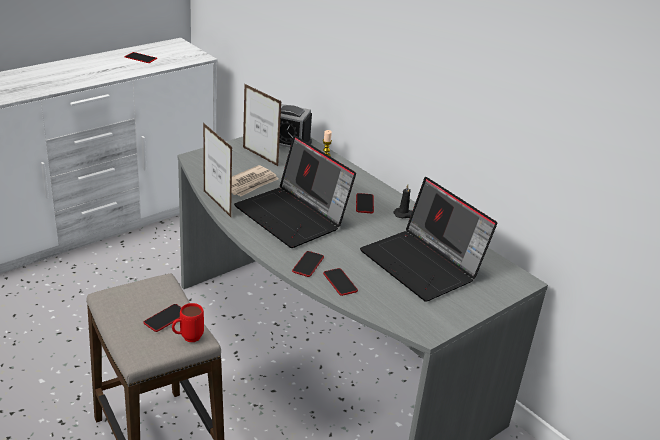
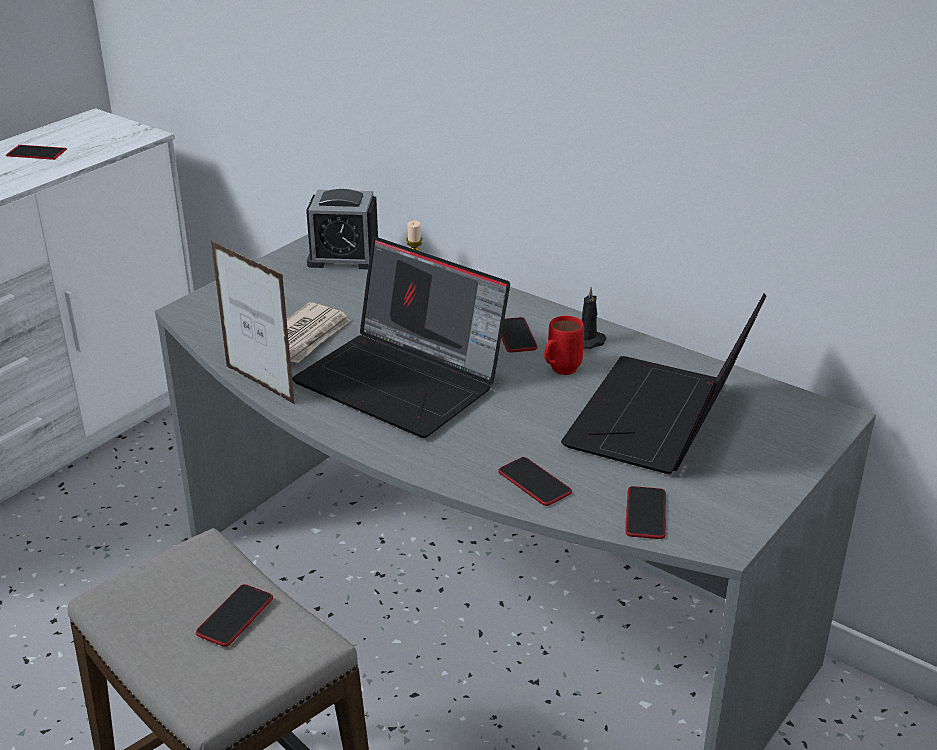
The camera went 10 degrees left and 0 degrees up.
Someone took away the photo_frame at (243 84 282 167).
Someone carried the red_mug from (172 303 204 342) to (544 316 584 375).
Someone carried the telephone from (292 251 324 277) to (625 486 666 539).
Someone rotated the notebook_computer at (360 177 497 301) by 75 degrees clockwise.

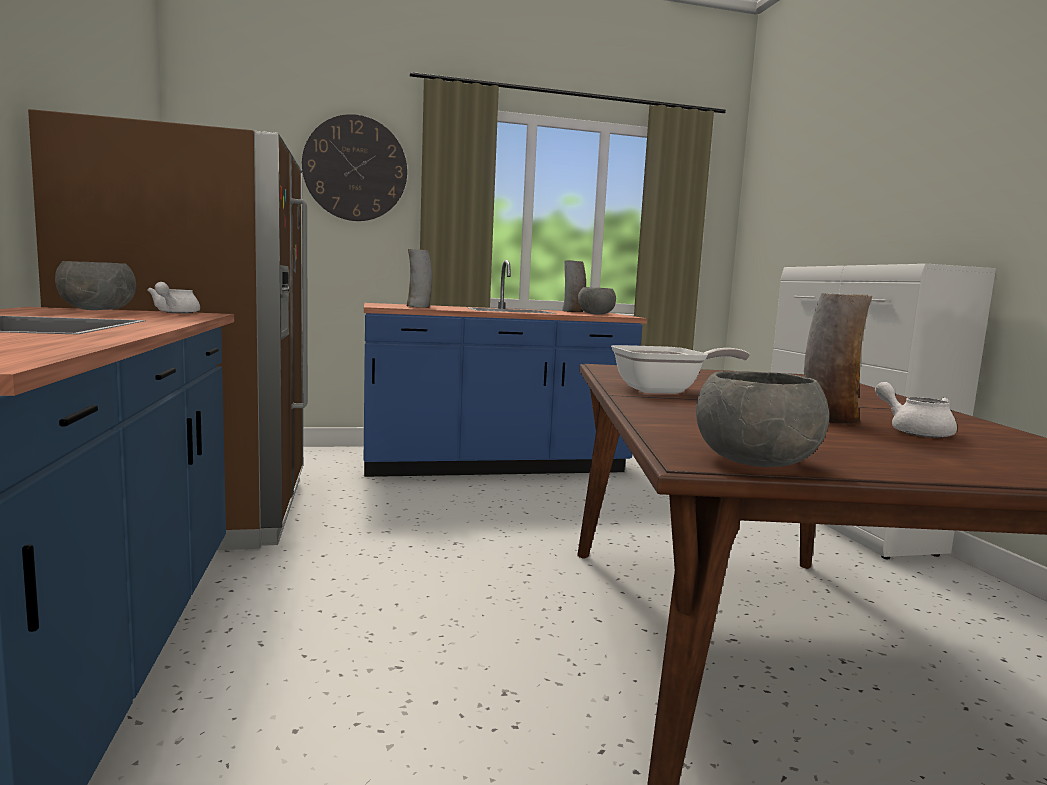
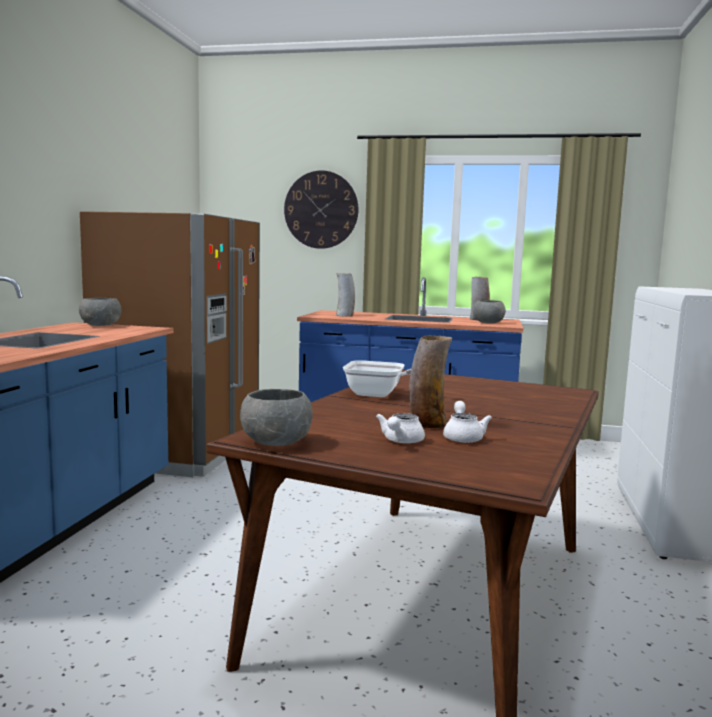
The camera went 25 degrees right and 0 degrees up.
Someone carried the white-coloured_pot_for_tea from (147 282 200 313) to (376 413 425 444).

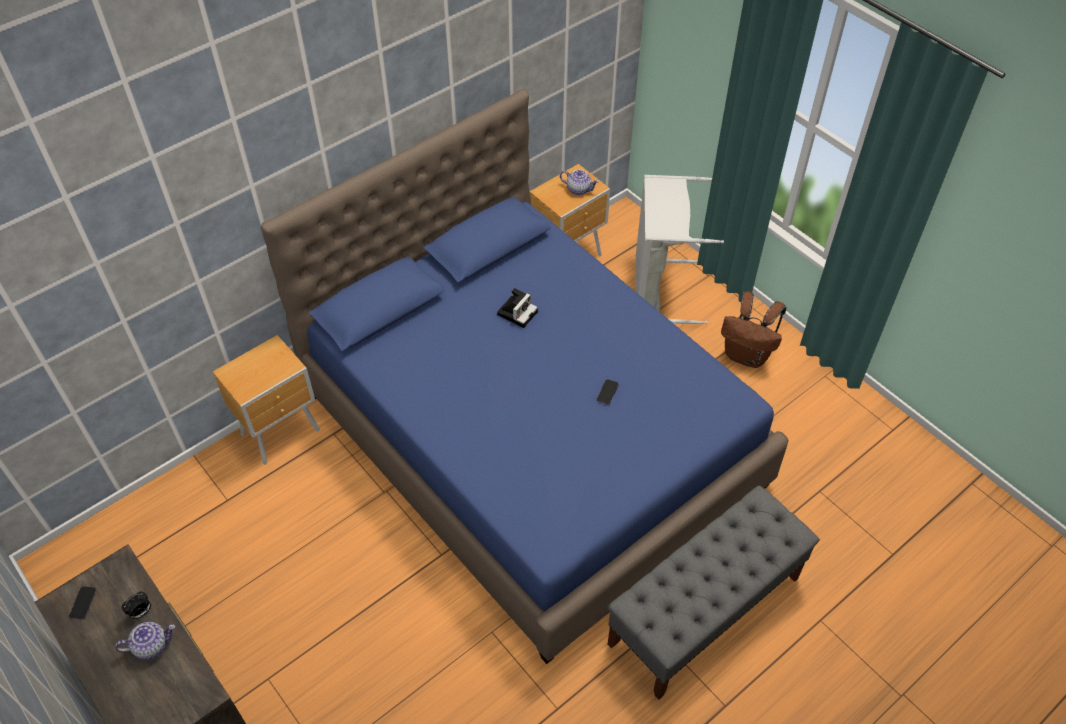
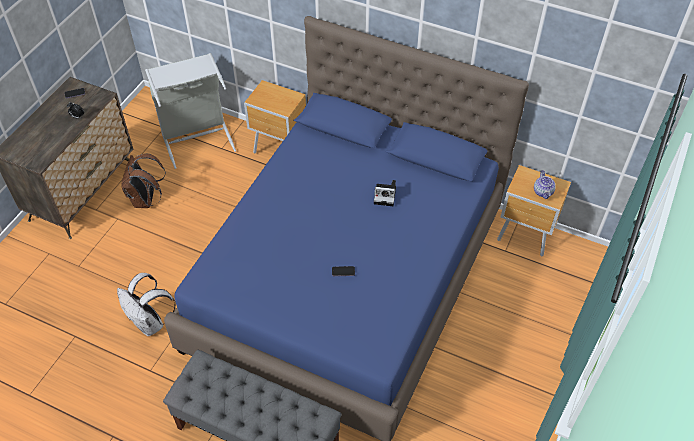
The camera went 65 degrees right and 0 degrees up.
Someone took away the pot_for_tea at (115 622 175 660).
Someone put down the white-coloured_rucksack at (117 273 175 336).
Someone carried the grey_hamper from (635 175 724 324) to (145 53 236 169).
Someone carried the brown-coloured_rucksack from (721 291 787 368) to (121 154 166 208).

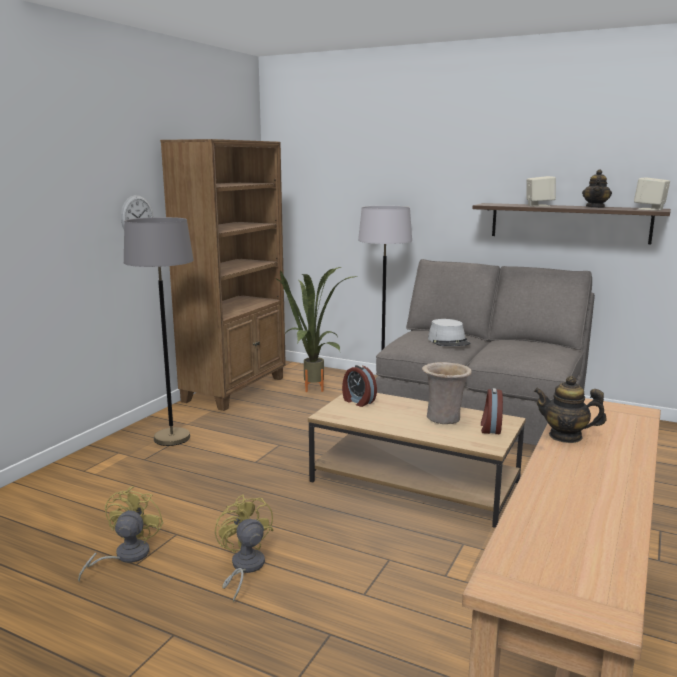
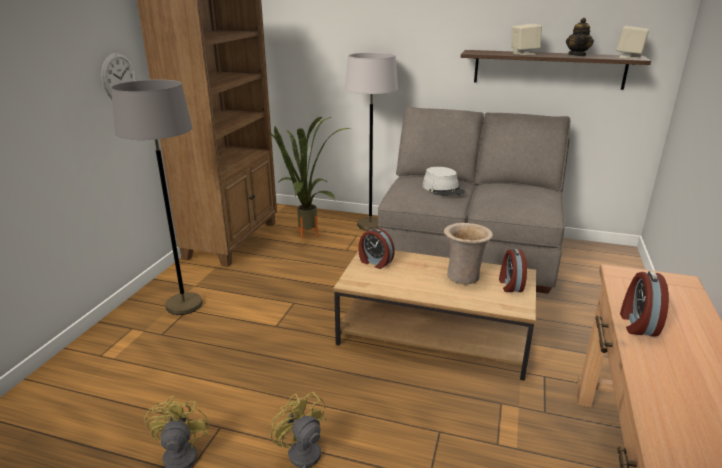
The camera went 10 degrees left and 10 degrees up.
Someone swapped the pot_for_tea at (534 376 606 443) for the alarm_clock at (620 271 669 337).

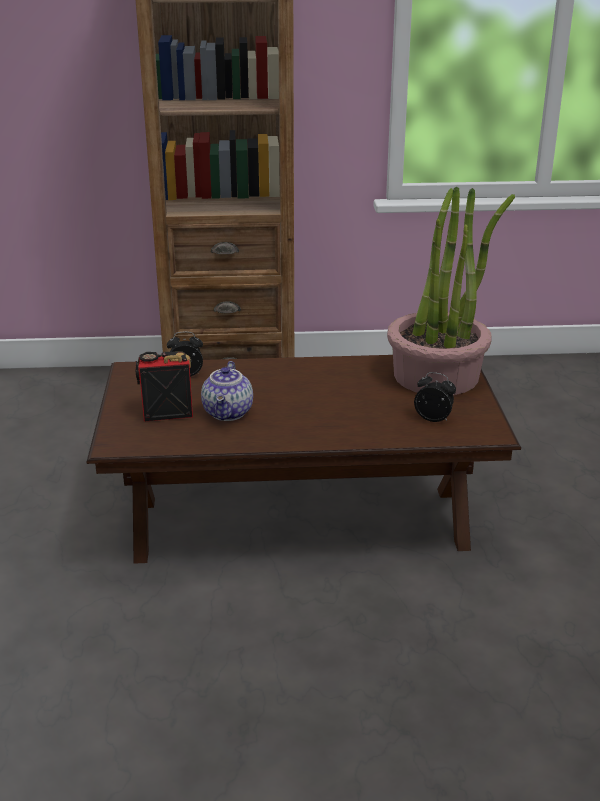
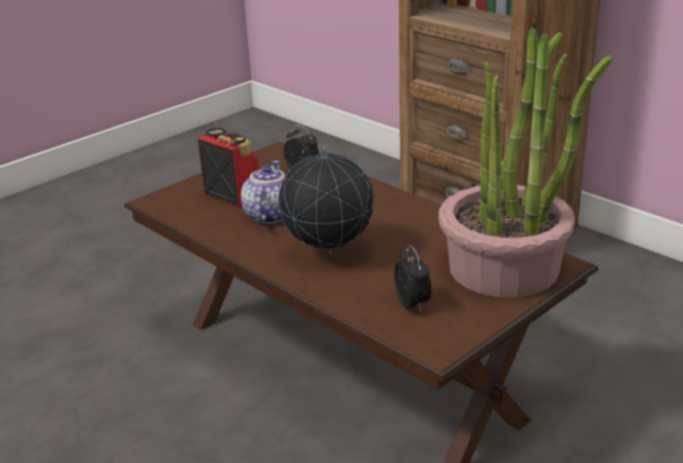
The camera went 50 degrees right and 0 degrees up.
Someone put down the desk_globe at (278 145 374 254).
Someone rotated the pot_for_tea at (201 361 253 421) by 135 degrees clockwise.

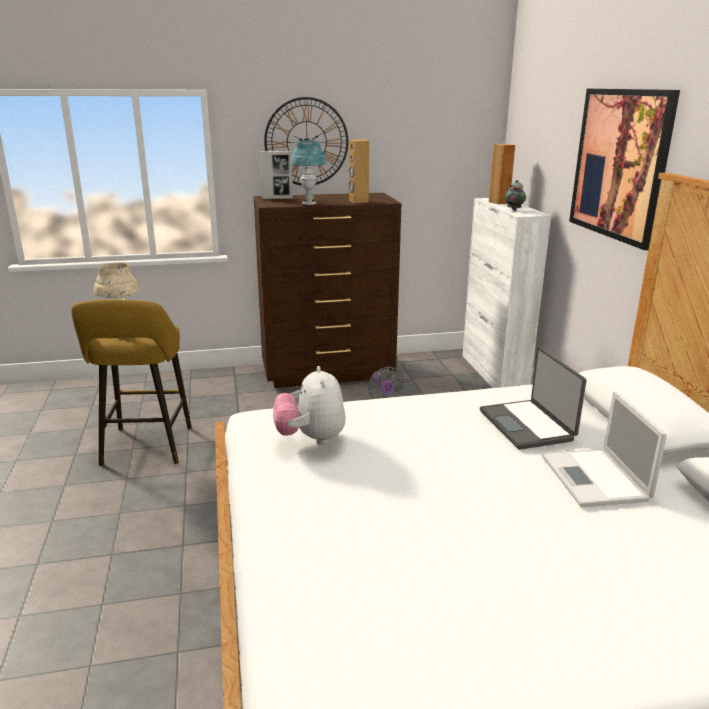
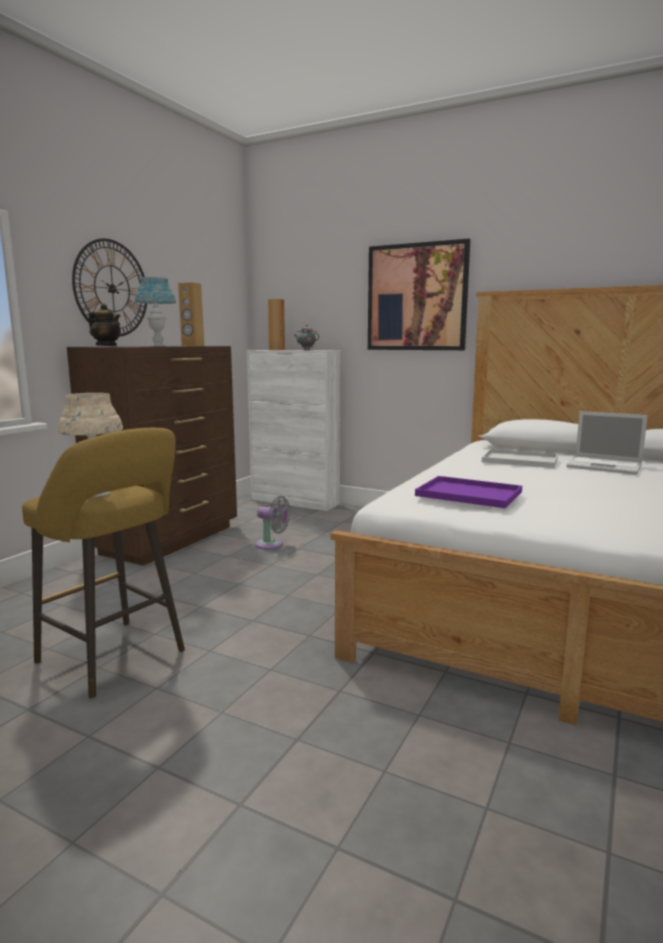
The camera went 50 degrees left and 10 degrees down.
Someone swapped the photo_frame at (260 151 293 199) for the pot_for_tea at (89 304 121 346).
Someone swapped the cuddly_toy at (273 366 346 445) for the purple_serving_tray at (415 476 522 508).
Someone swapped the notebook_computer at (480 347 586 450) for the white-coloured_serving_tray at (482 449 558 468).

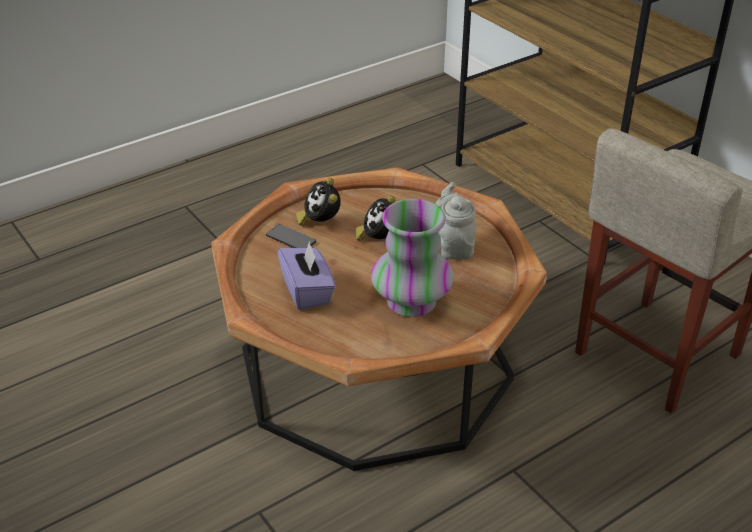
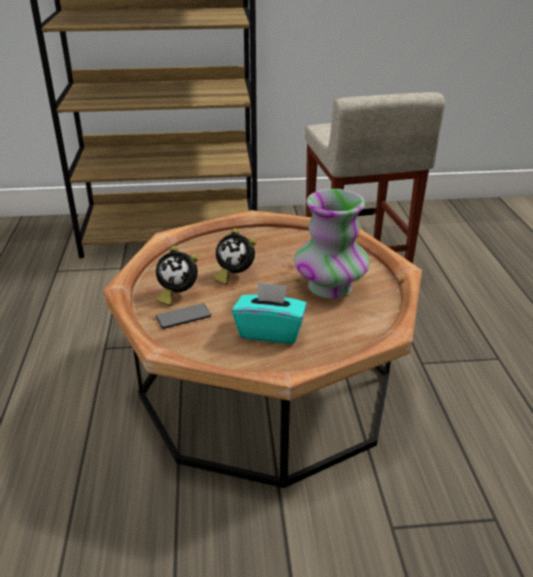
The camera went 60 degrees left and 5 degrees down.
Someone took away the grey_pot_for_tea at (436 182 477 259).
Someone repainted the purple_tissue_box at (278 241 336 310), which became the turquoise_tissue_box at (232 282 307 344).

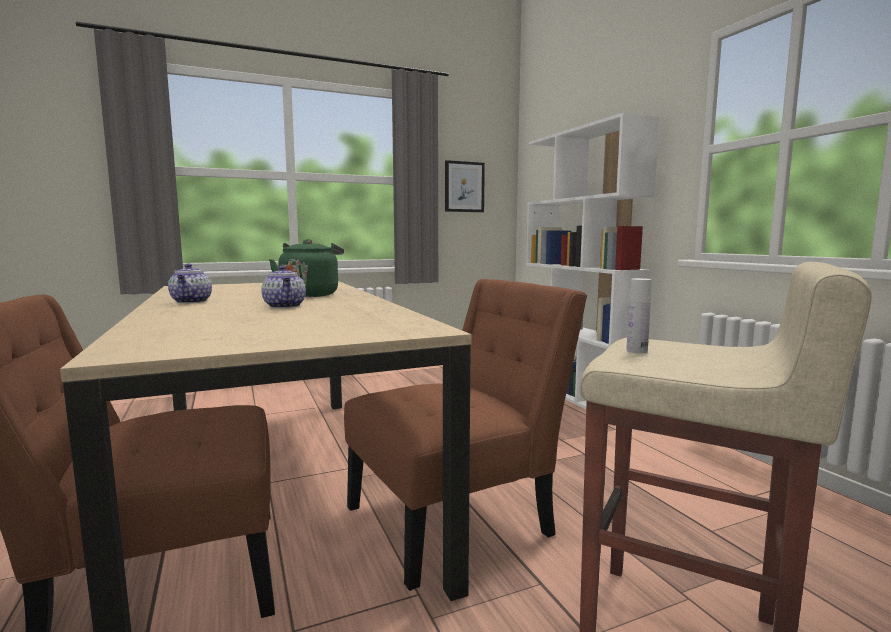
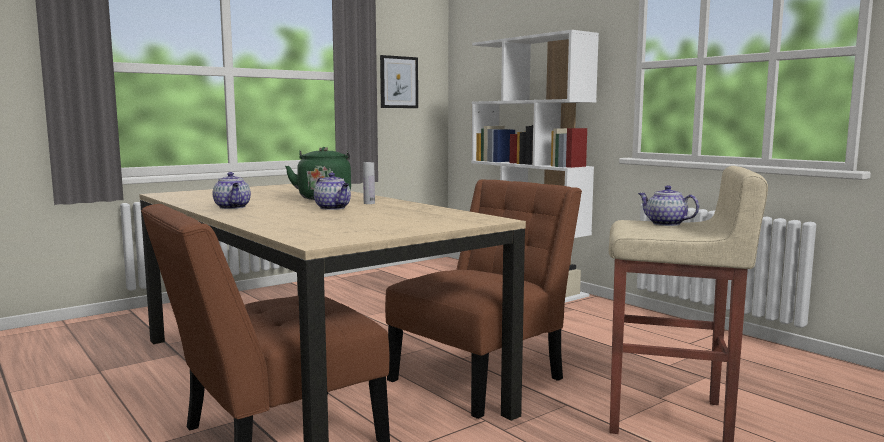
The camera went 15 degrees left and 0 degrees up.
Someone put down the pot_for_tea at (638 185 699 226).
Someone carried the white-coloured_beverage_bottle from (626 278 652 354) to (363 162 375 204).

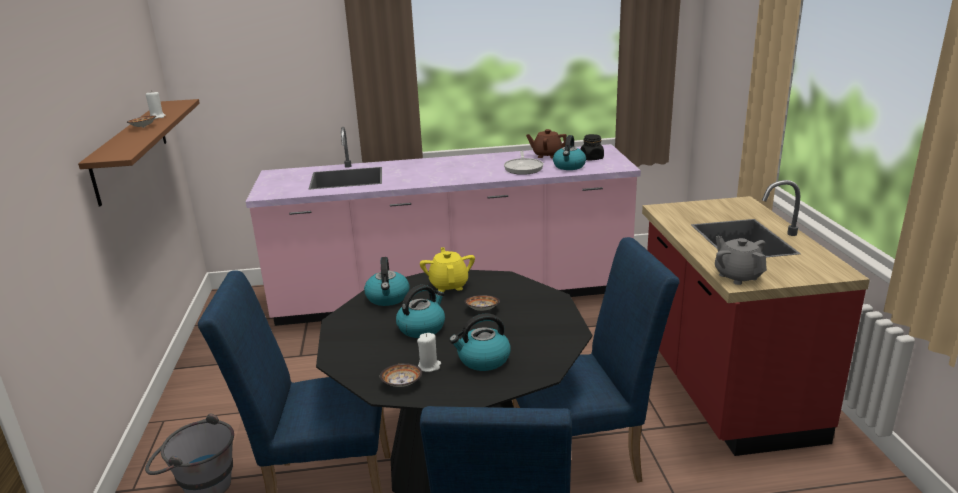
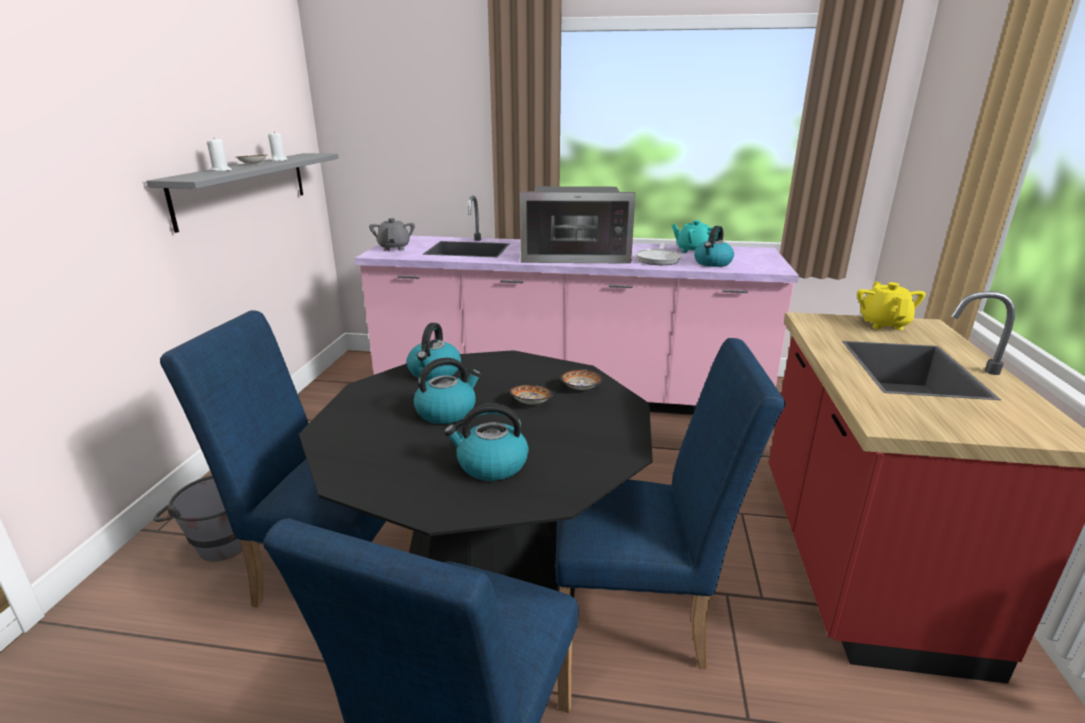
The camera went 15 degrees right and 0 degrees up.
Someone took away the black_preserve_jar at (580 134 604 160).
Someone put down the kitchen_microwave at (520 186 635 264).
Someone carried the deep_dish from (380 363 422 387) to (560 369 603 390).
Someone carried the white-coloured_wax_candle from (417 333 441 372) to (207 139 232 171).
Someone carried the yellowish_pot_for_tea from (420 247 475 292) to (857 282 926 330).
Someone carried the grey_pot_for_tea from (715 236 767 285) to (369 218 415 251).
Someone repainted the brown-coloured_shelf at (78 99 200 206), which became the grey_shelf at (146 153 338 233).
Someone repainted the brown-coloured_pot_for_tea at (526 129 567 158), which became the turquoise_pot_for_tea at (672 220 718 252).

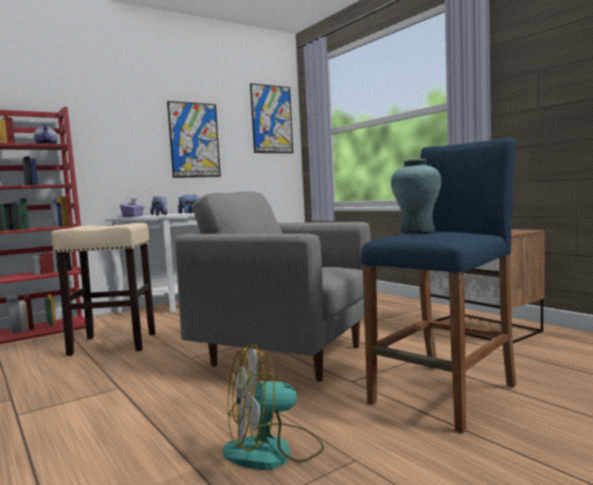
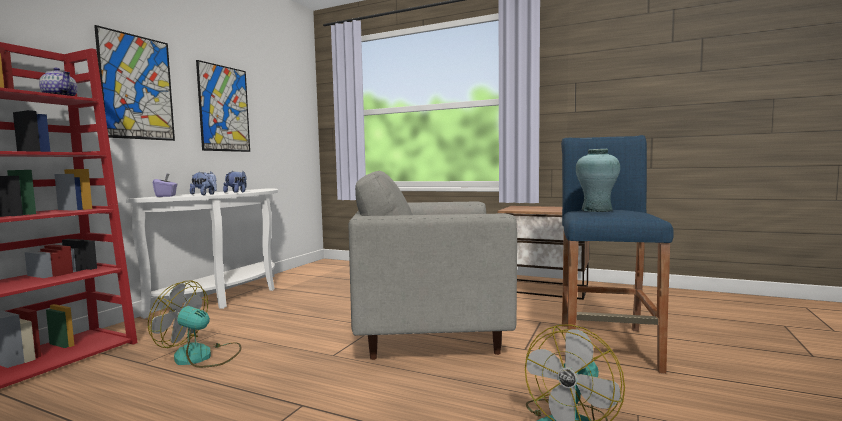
The camera went 30 degrees left and 0 degrees up.
Someone carried the wall_art from (250 83 293 153) to (94 25 175 141).
Someone swapped the beige-coloured_sitting_stool at (51 223 156 356) for the fan at (148 280 241 368).

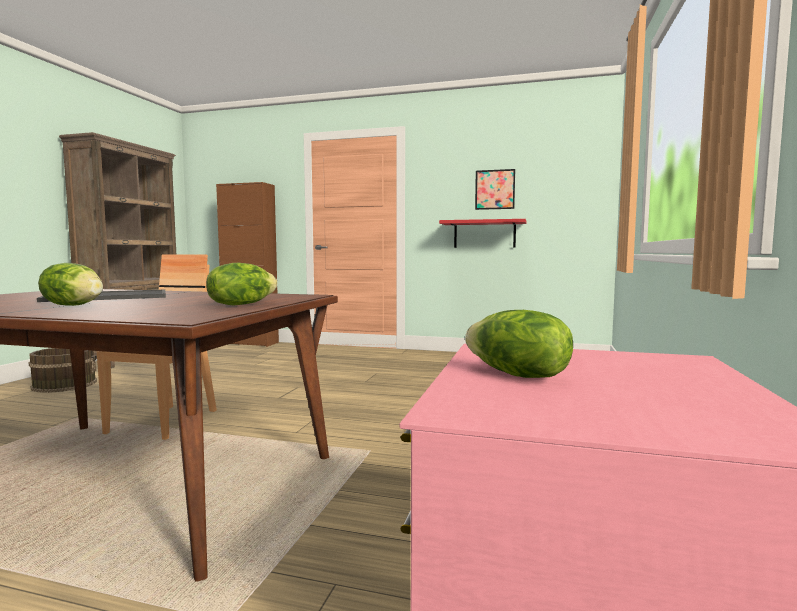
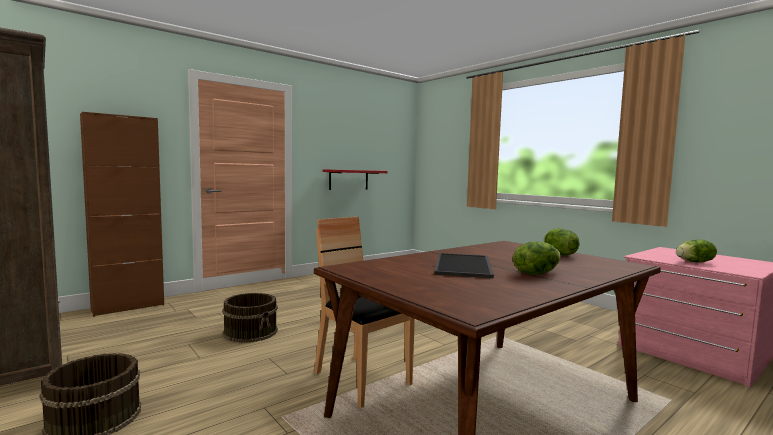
The camera went 55 degrees left and 0 degrees up.
Someone took away the wall_art at (475 169 515 210).
Someone put down the brown-coloured_pail at (222 293 278 343).

